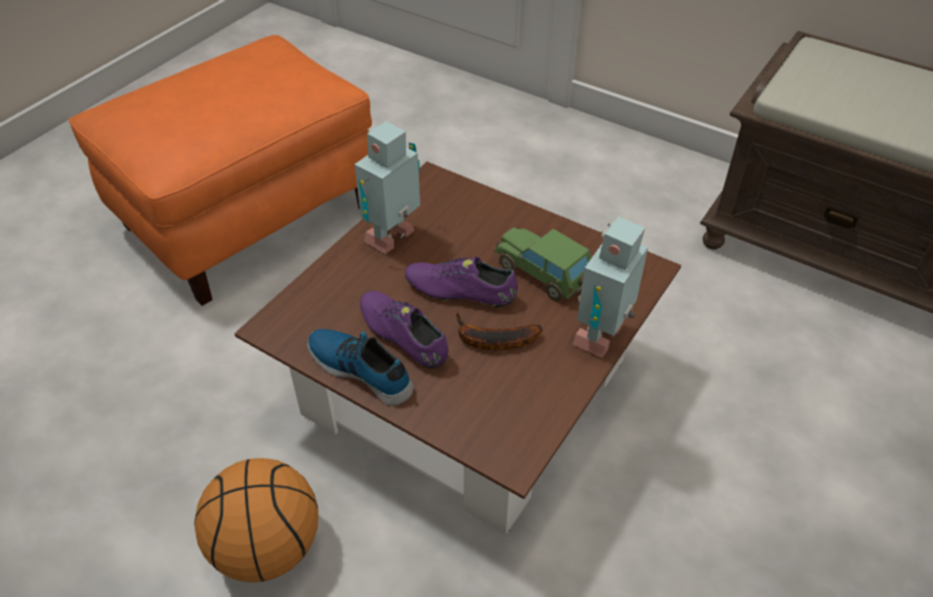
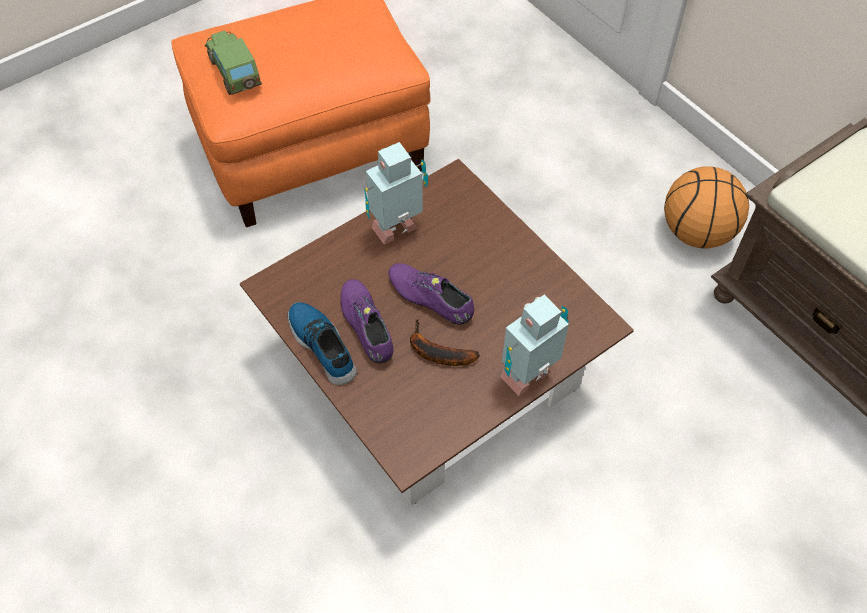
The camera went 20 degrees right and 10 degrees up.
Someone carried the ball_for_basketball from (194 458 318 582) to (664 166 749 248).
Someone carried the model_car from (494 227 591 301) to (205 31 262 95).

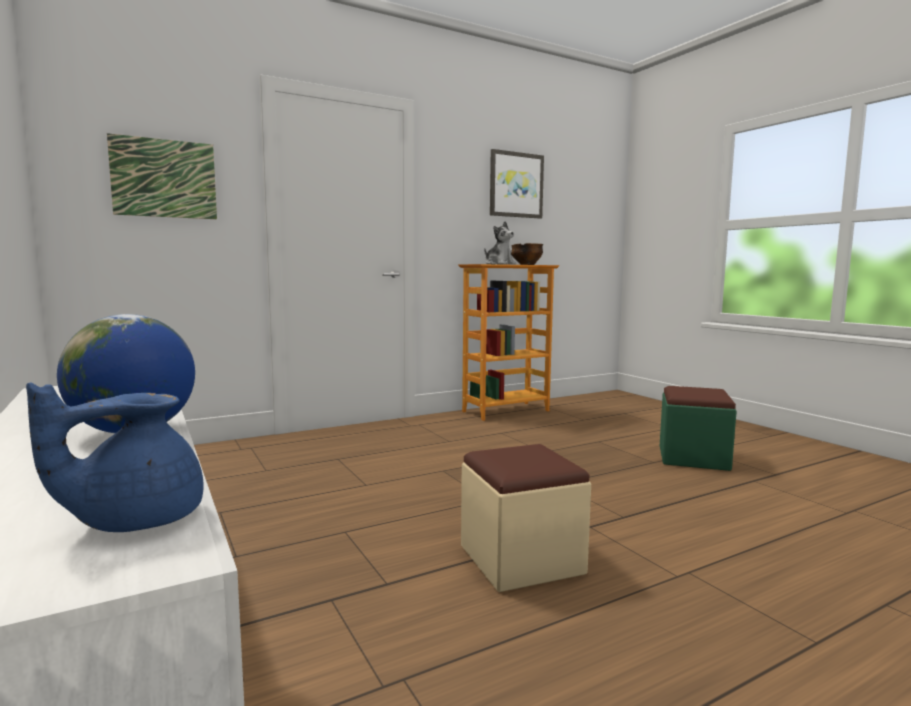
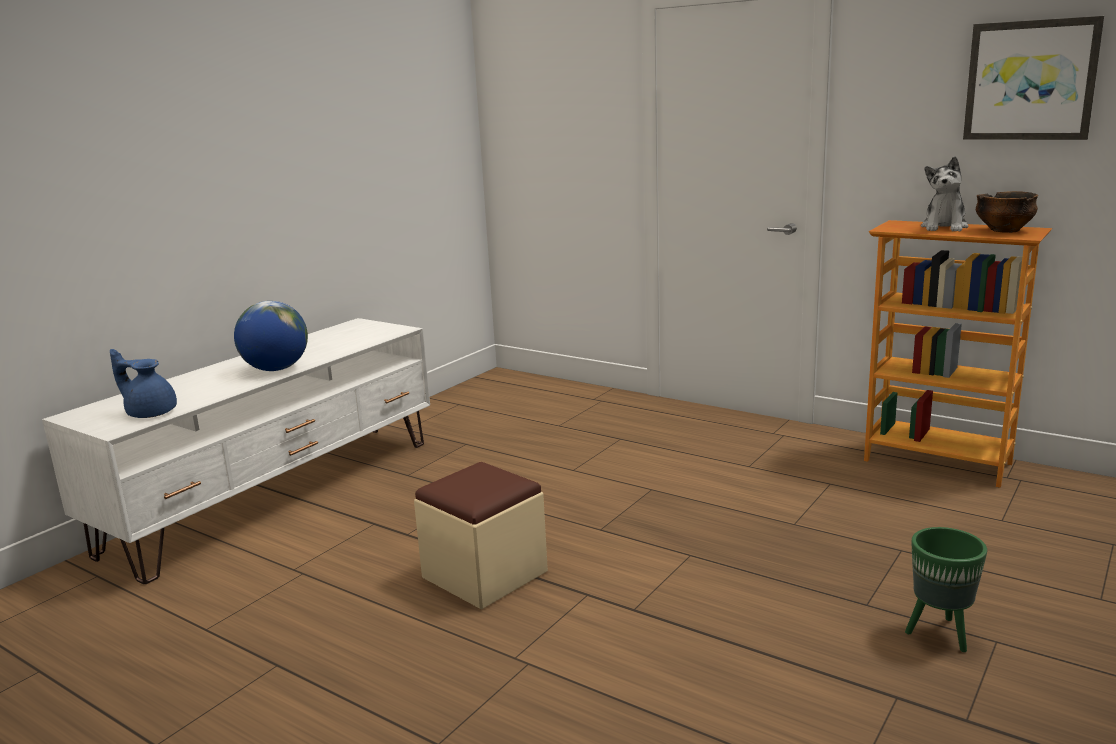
The camera went 65 degrees right and 10 degrees up.
Someone took away the wall_art at (107 133 217 219).
Someone swapped the green-coloured_footrest at (660 386 737 471) for the green-coloured_planter at (905 527 987 652).

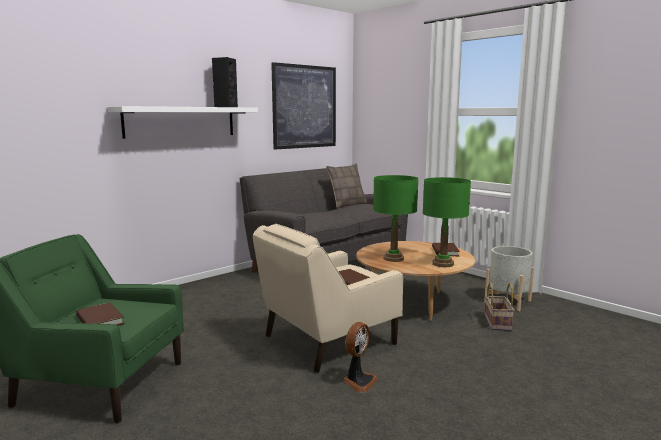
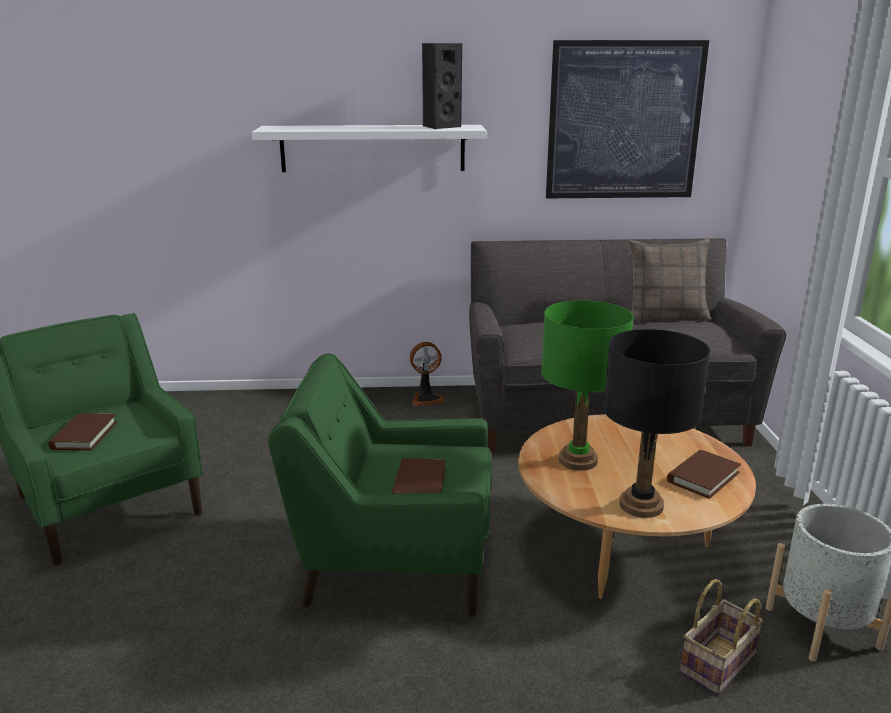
The camera went 40 degrees right and 10 degrees up.
Someone carried the fan from (343 322 379 393) to (410 342 445 406).
Someone repainted the beige-coloured_armchair at (253 224 403 373), which became the green-coloured_armchair at (268 353 492 617).
Someone repainted the green-coloured_lamp_for_a_table at (423 177 471 267), which became the black_lamp_for_a_table at (603 329 710 518).

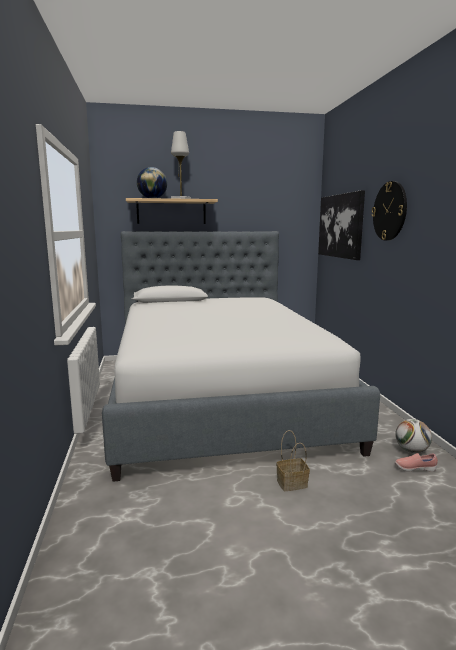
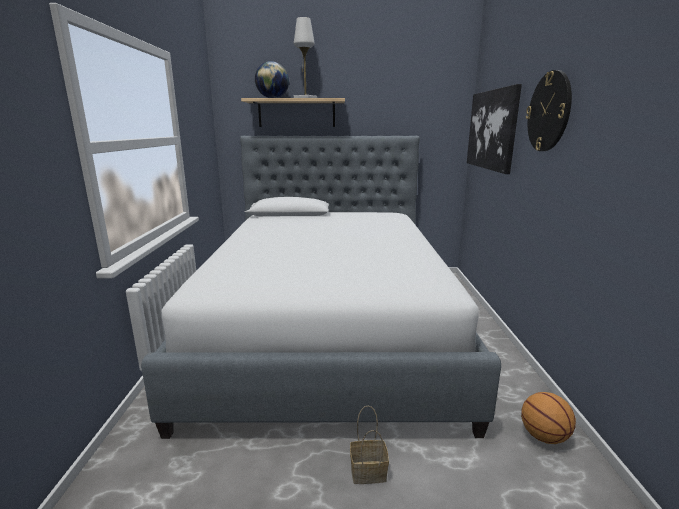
The camera went 10 degrees right and 5 degrees up.
Someone took away the pink_low_shoe at (395 453 438 472).
Someone swapped the football at (395 419 432 453) for the ball_for_basketball at (521 392 576 444).

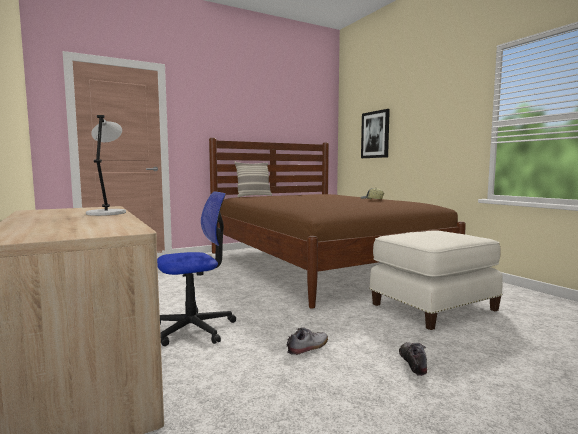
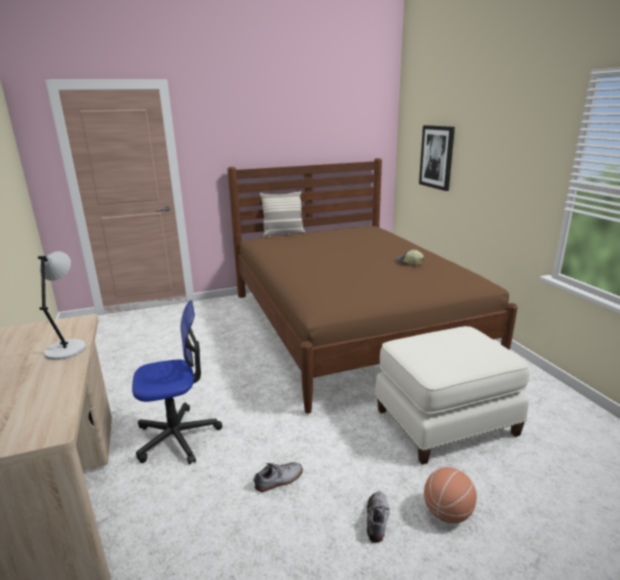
The camera went 10 degrees right and 15 degrees up.
Someone put down the ball_for_basketball at (424 467 477 524).

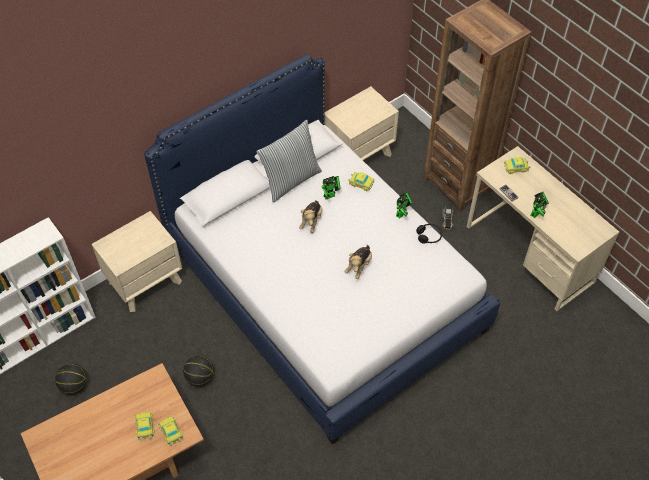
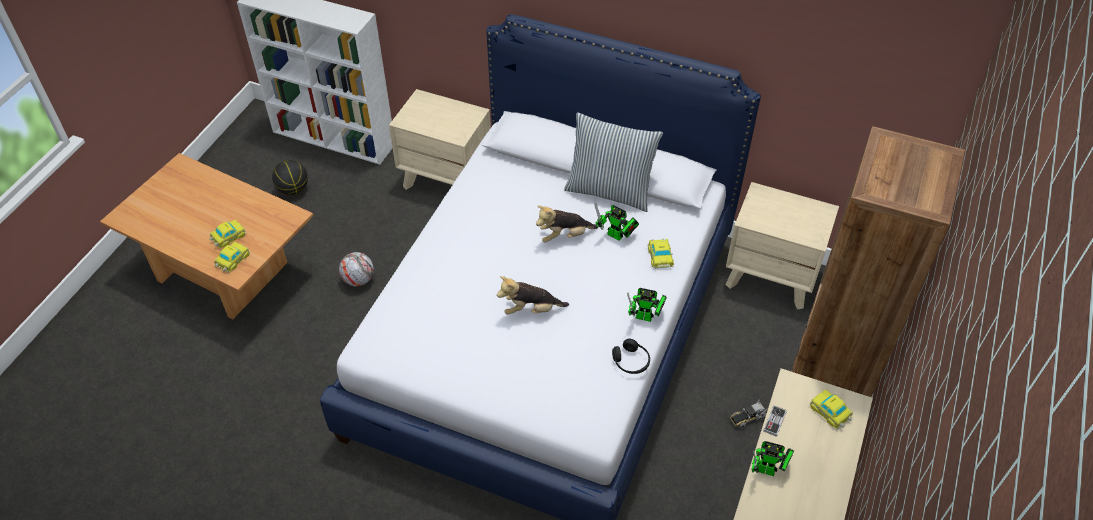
The camera went 60 degrees right and 5 degrees down.
Someone swapped the ball_for_basketball at (183 355 214 386) for the football at (339 252 374 286).

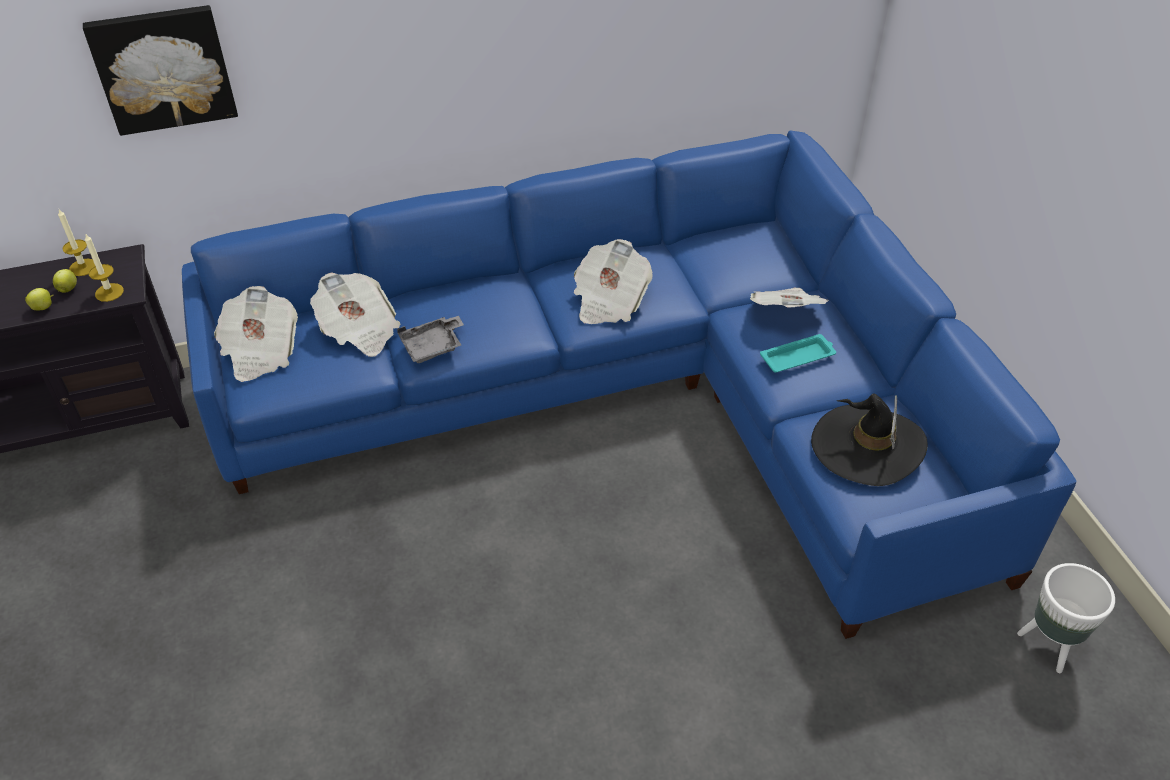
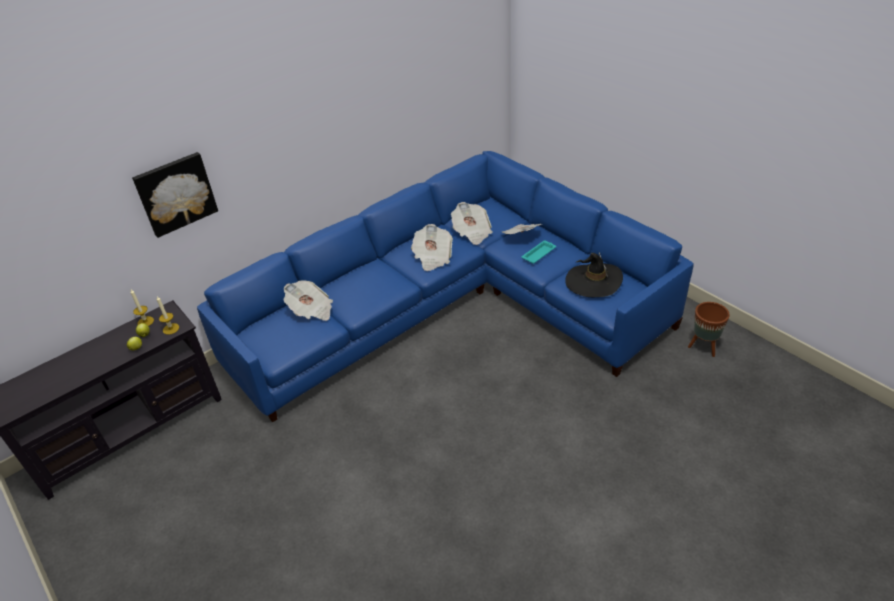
The camera went 20 degrees left and 5 degrees down.
Someone took away the grey_serving_tray at (397 316 464 363).
Someone carried the daily_paper from (214 286 298 382) to (451 202 493 245).
Someone repainted the white-coloured_planter at (1017 563 1115 673), which became the brown-coloured_planter at (688 302 730 357).

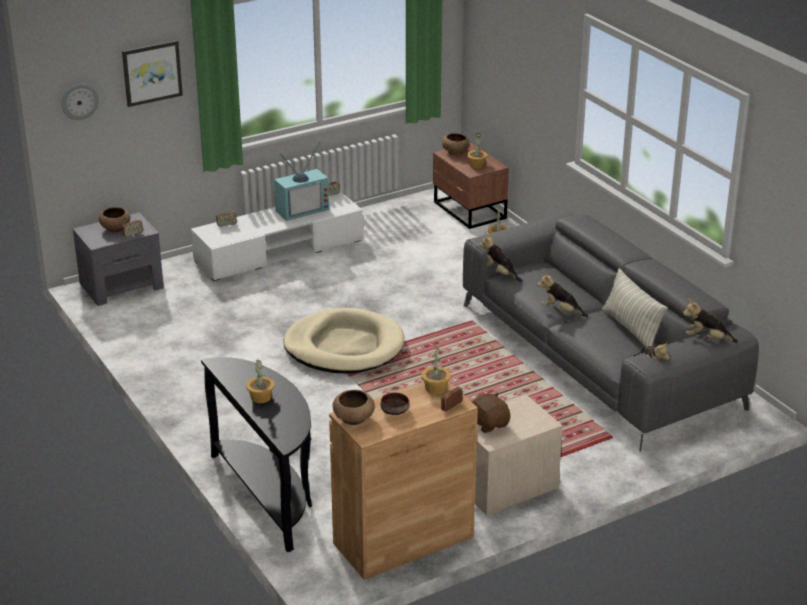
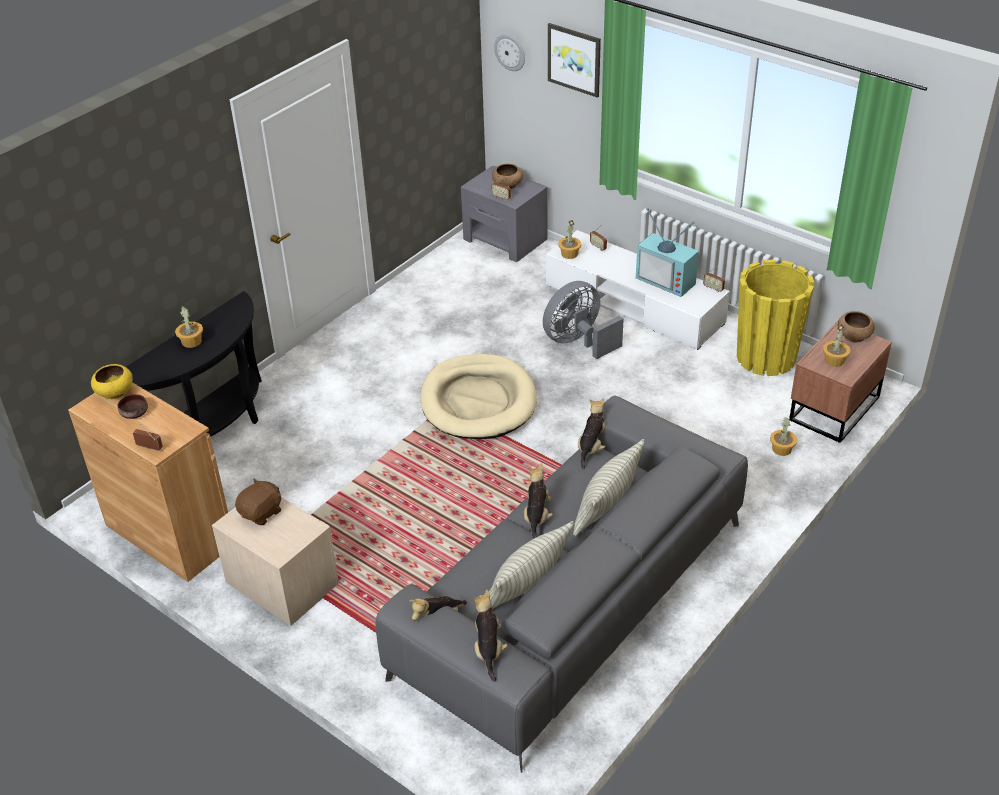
The camera went 70 degrees right and 10 degrees up.
Someone put down the grey_fan at (543 281 624 359).
Someone put down the throw_pillow at (573 439 645 536).
Someone put down the yellowish_planter at (737 260 814 376).
Someone carried the potted_plant from (421 345 451 394) to (558 220 581 259).
Someone repainted the brown-coloured_deep_dish at (333 390 375 425), which became the yellowish_deep_dish at (91 364 133 399).

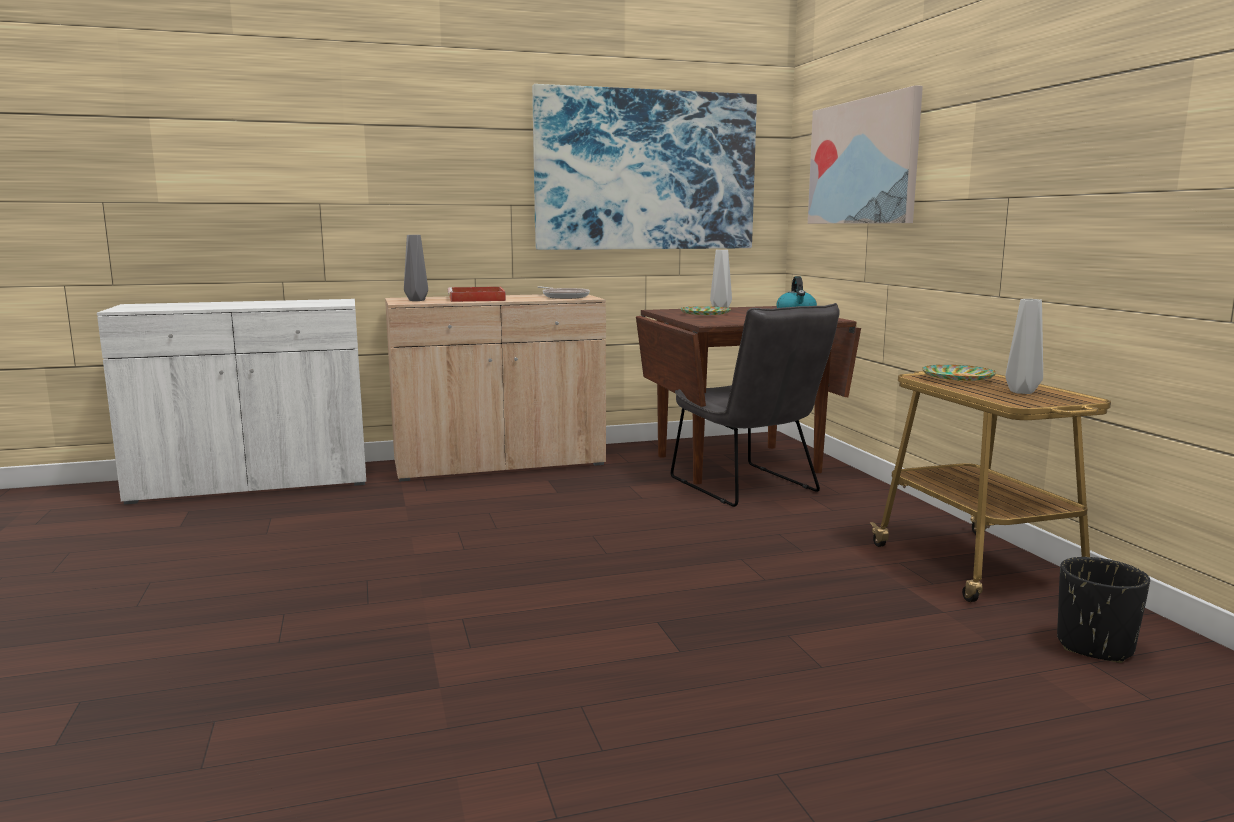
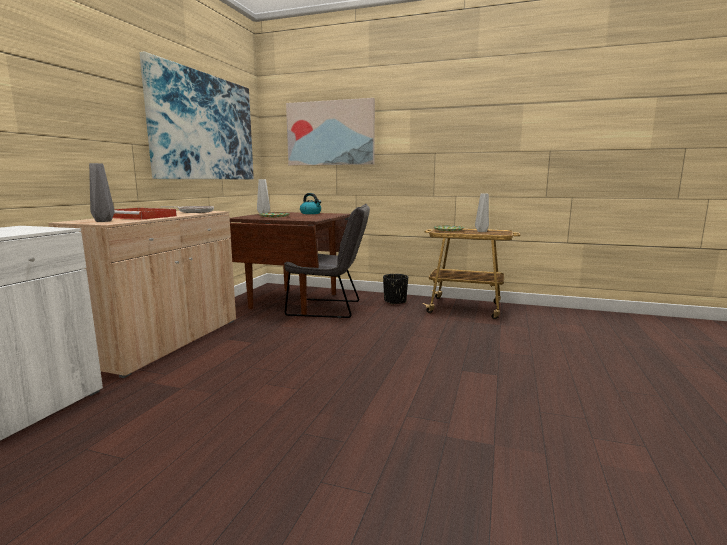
The camera went 55 degrees left and 0 degrees up.
Someone carried the black_planter from (1057 557 1150 663) to (383 274 408 304).

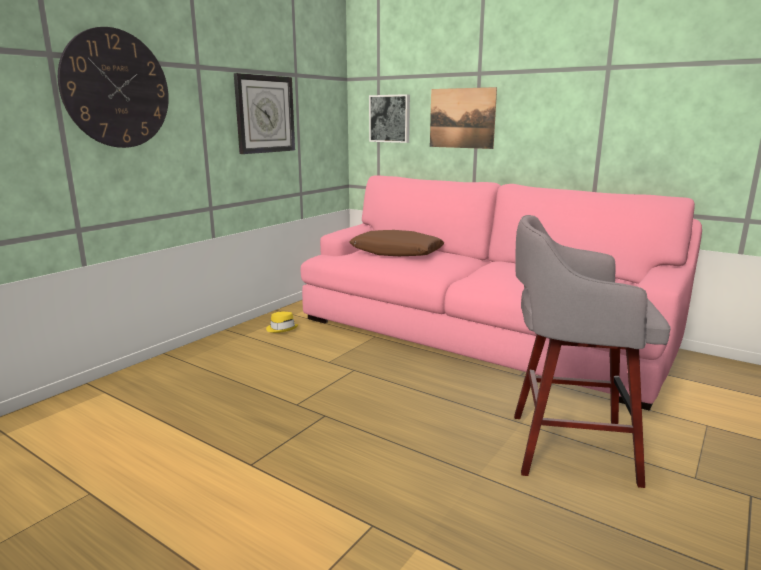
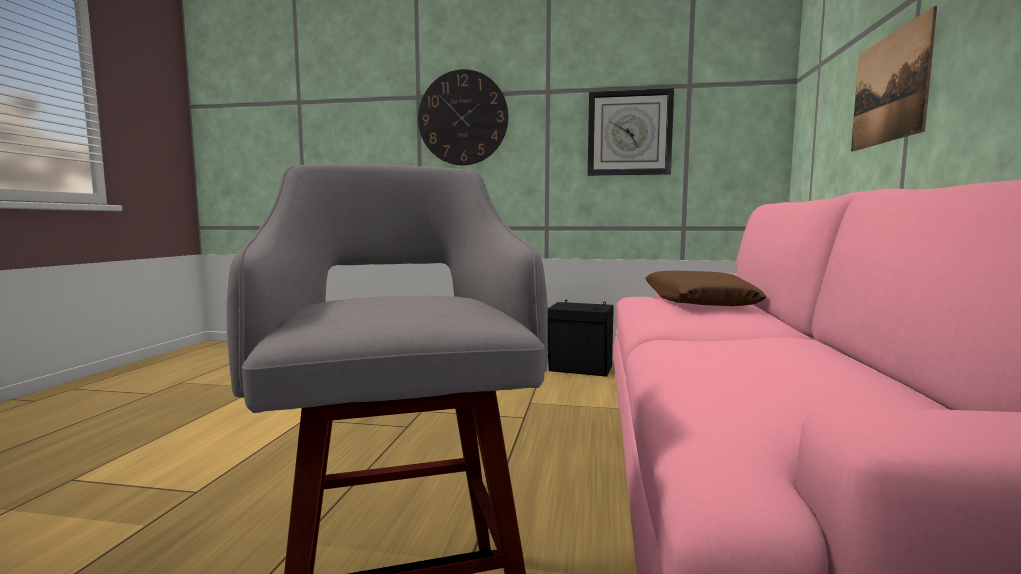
The camera went 65 degrees right and 10 degrees down.
Someone took away the wall_art at (369 94 410 143).
Someone swapped the yellowish_hat at (266 312 298 333) for the black_loudspeaker at (548 300 614 377).

